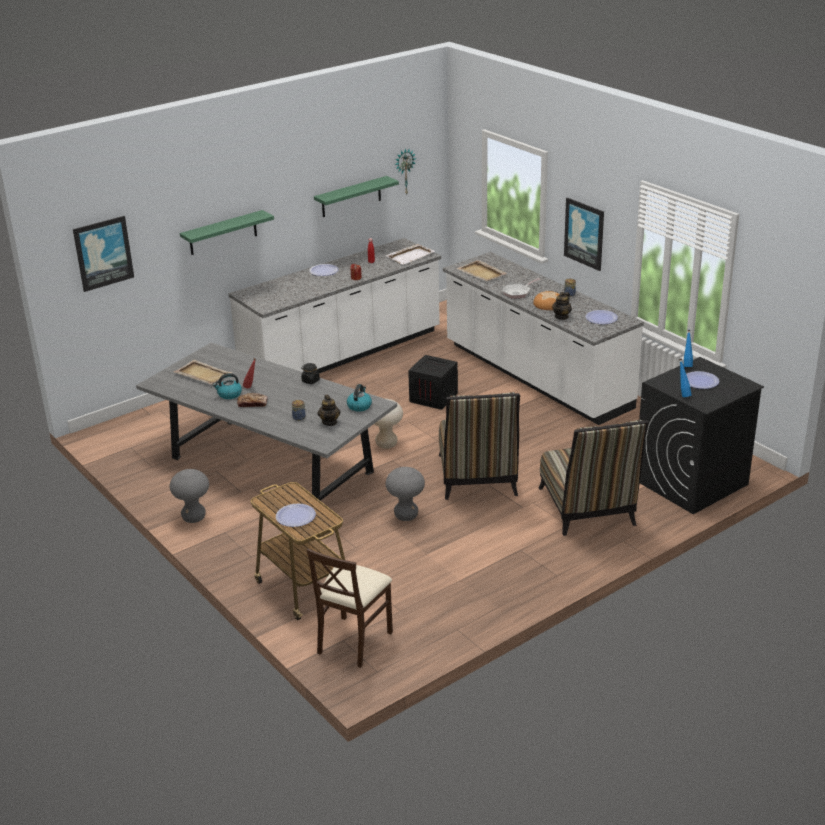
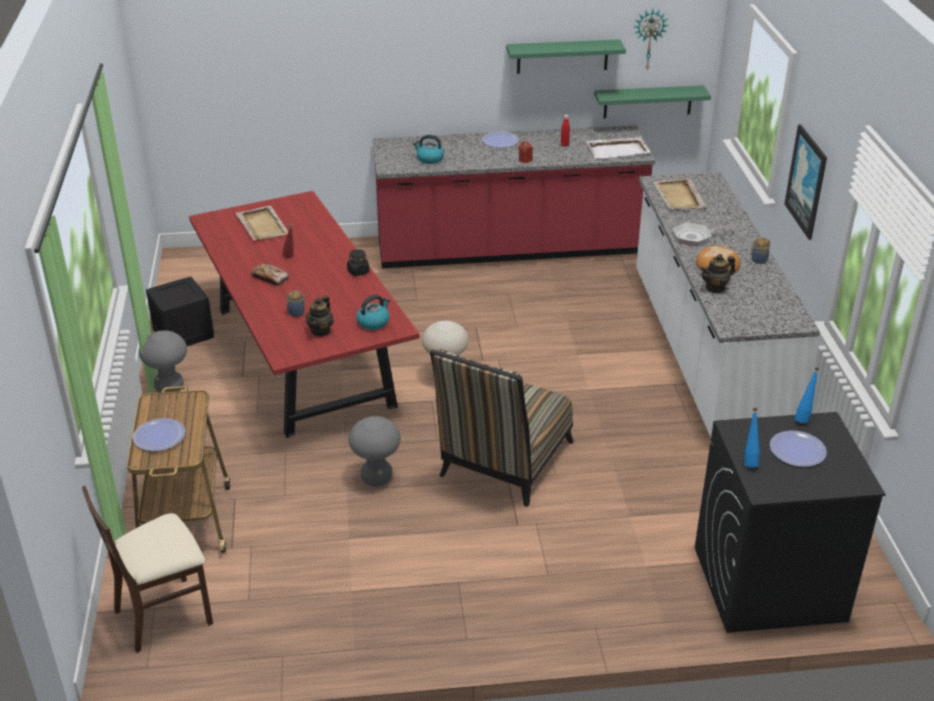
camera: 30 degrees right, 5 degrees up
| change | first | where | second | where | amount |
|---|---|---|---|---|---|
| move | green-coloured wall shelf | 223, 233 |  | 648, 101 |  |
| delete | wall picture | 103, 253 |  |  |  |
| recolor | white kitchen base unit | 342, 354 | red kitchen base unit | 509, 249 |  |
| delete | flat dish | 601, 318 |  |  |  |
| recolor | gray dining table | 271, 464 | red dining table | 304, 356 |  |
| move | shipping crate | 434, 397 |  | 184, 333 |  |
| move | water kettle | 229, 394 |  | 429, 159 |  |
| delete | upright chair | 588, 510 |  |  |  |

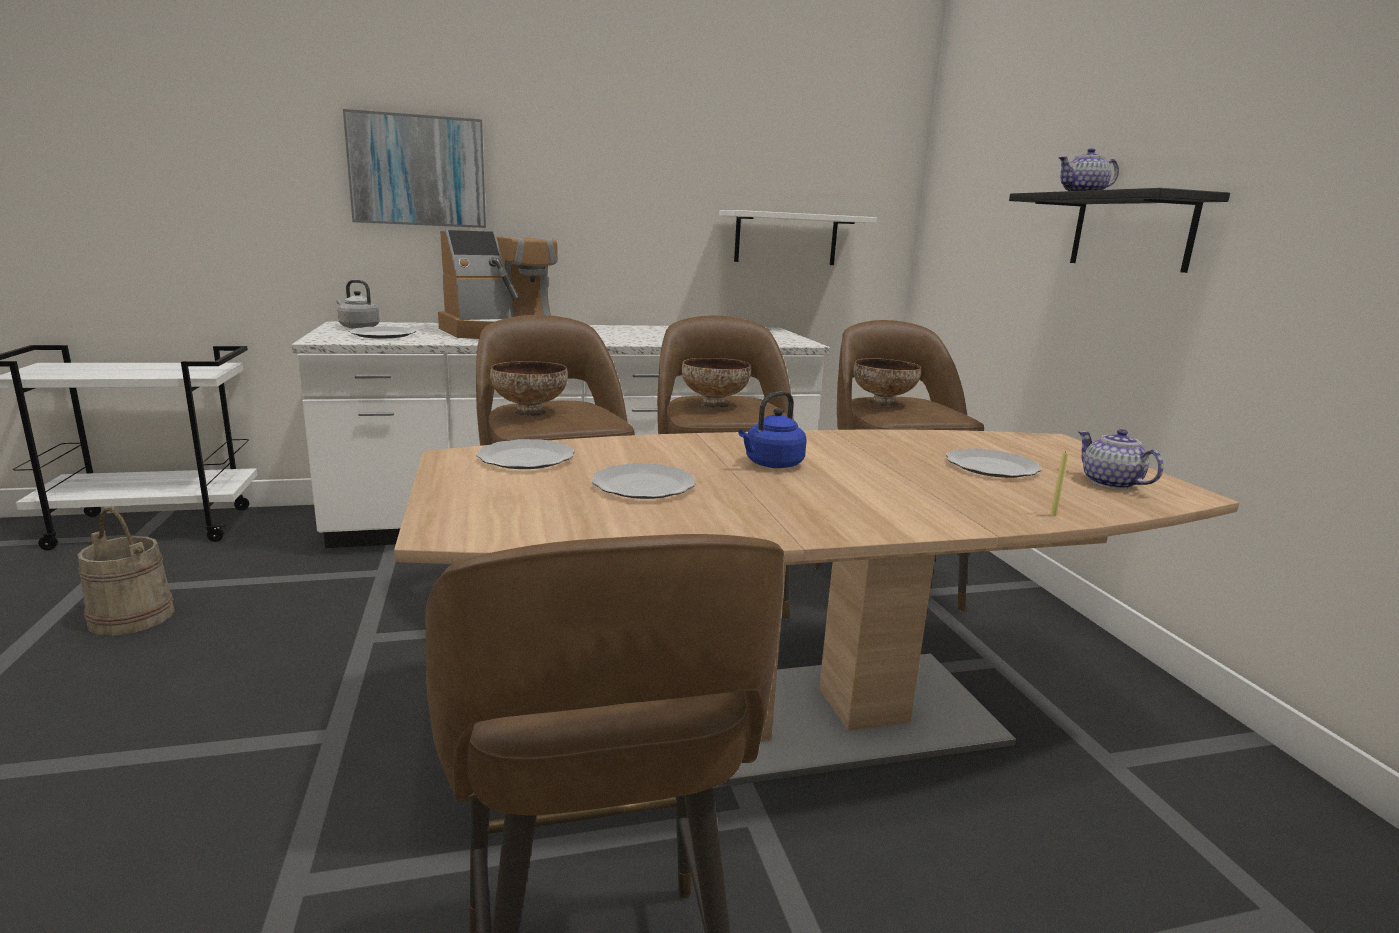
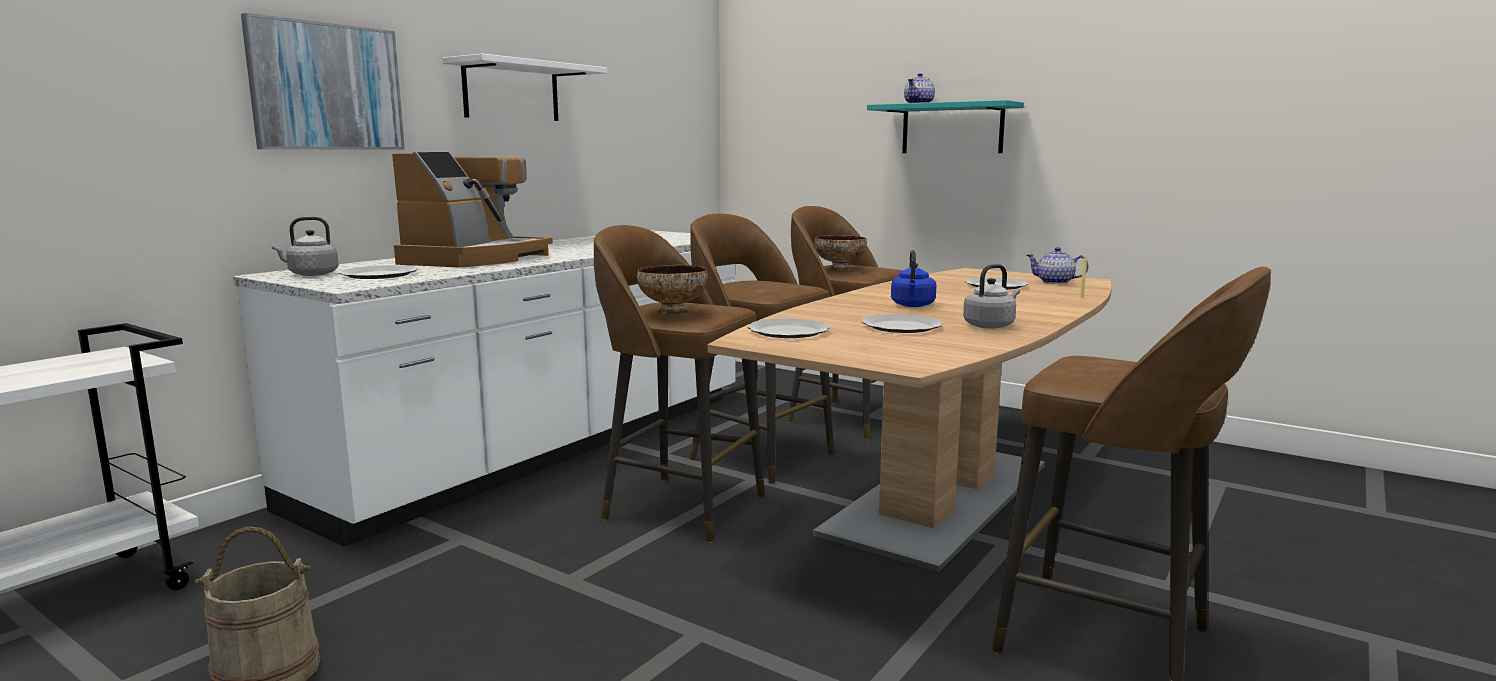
camera: 40 degrees left, 5 degrees down
| change | first | where | second | where | amount |
|---|---|---|---|---|---|
| recolor | blackish wall shelf | 1131, 231 | blue-green wall shelf | 952, 129 |  |
| move | white wall shelf | 786, 238 |  | 511, 91 |  |
| delete | bowl | 714, 405 |  |  |  |
| insert |  |  | gray water kettle | 990, 325 |  |

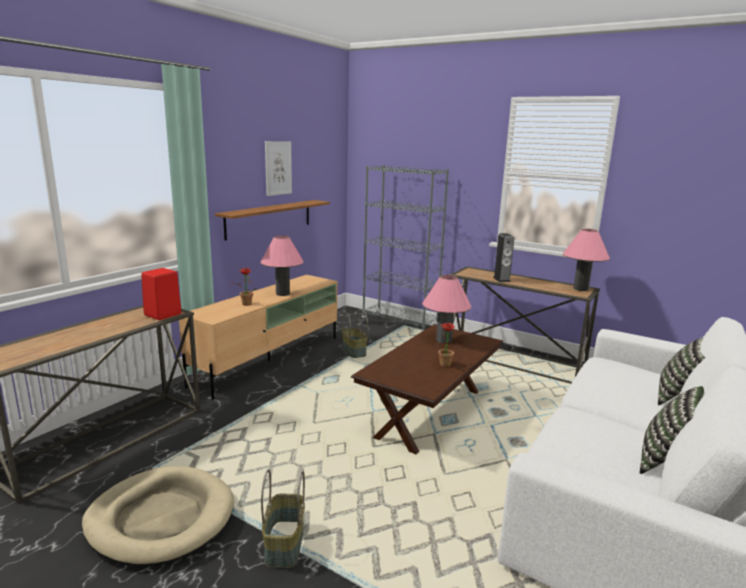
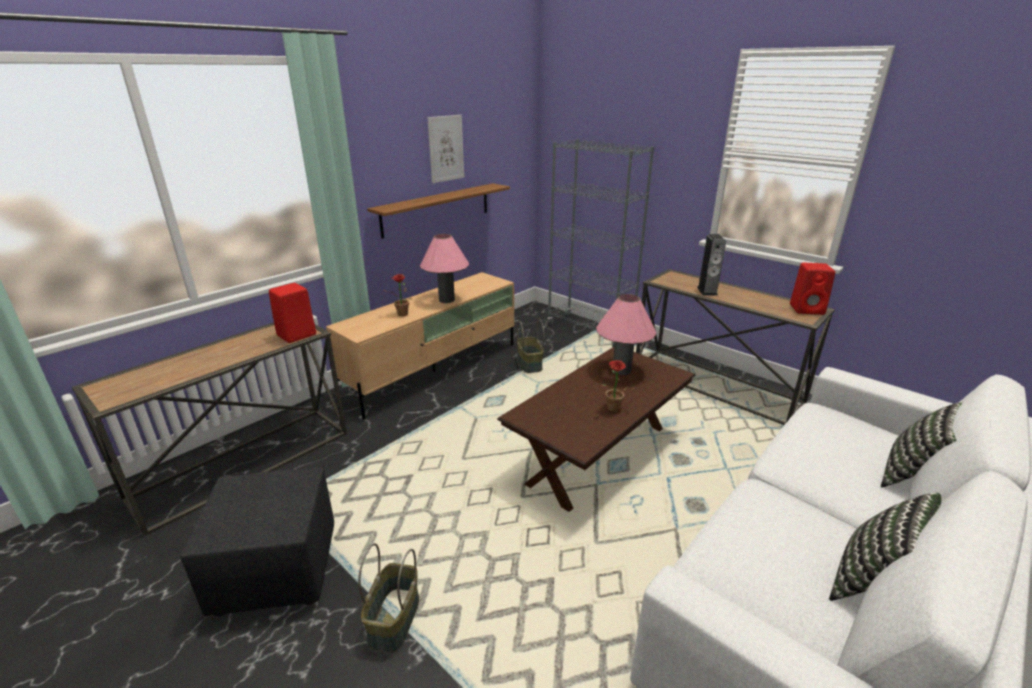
camera: 10 degrees right, 10 degrees up
| change | first | where | second | where | amount |
|---|---|---|---|---|---|
| replace | pink lamp for a table | 580, 289 | red audio speaker | 807, 309 |  |
| replace | beige dog cushion | 161, 519 | blackish pouffe | 275, 570 |  |

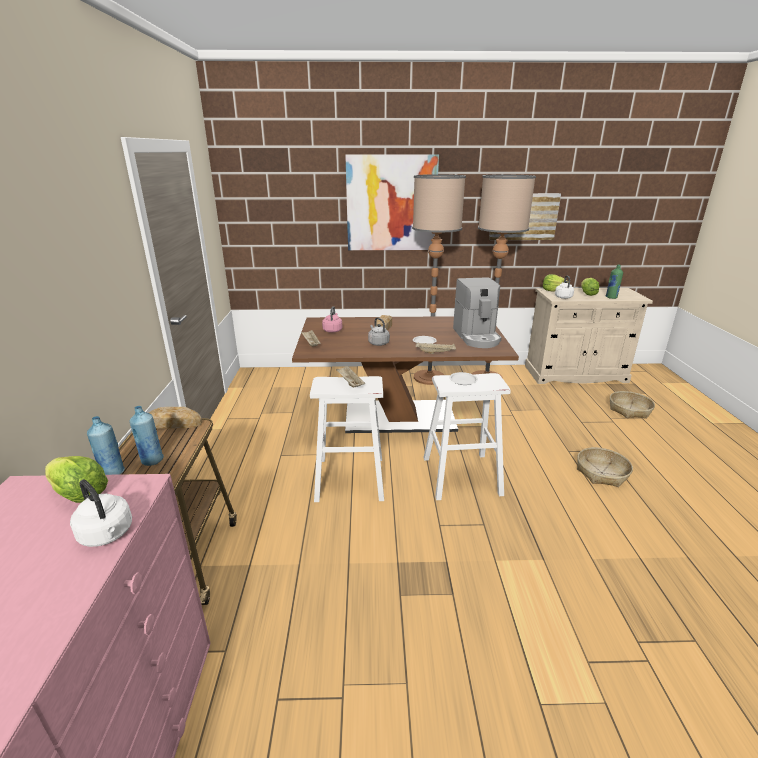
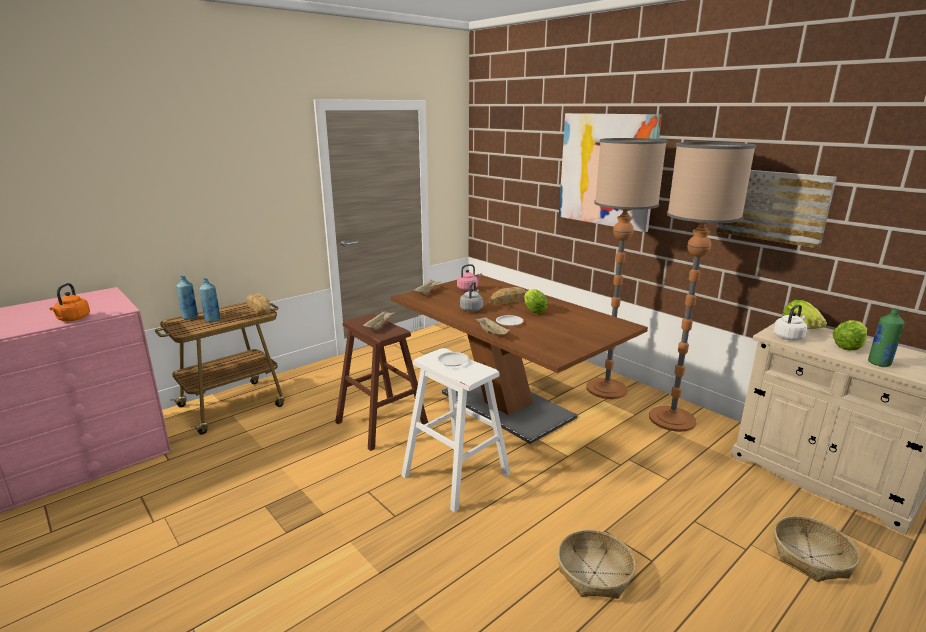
camera: 50 degrees right, 5 degrees down
| change | first | where | second | where | amount |
|---|---|---|---|---|---|
| delete | coffee machine | 477, 337 |  |  |  |
| recolor | white stool seat | 350, 479 | brown stool seat | 381, 423 |  |
| move | lettuce head | 79, 494 |  | 533, 310 |  |
| recolor | white water kettle | 107, 535 | orangey water kettle | 72, 319 |  |

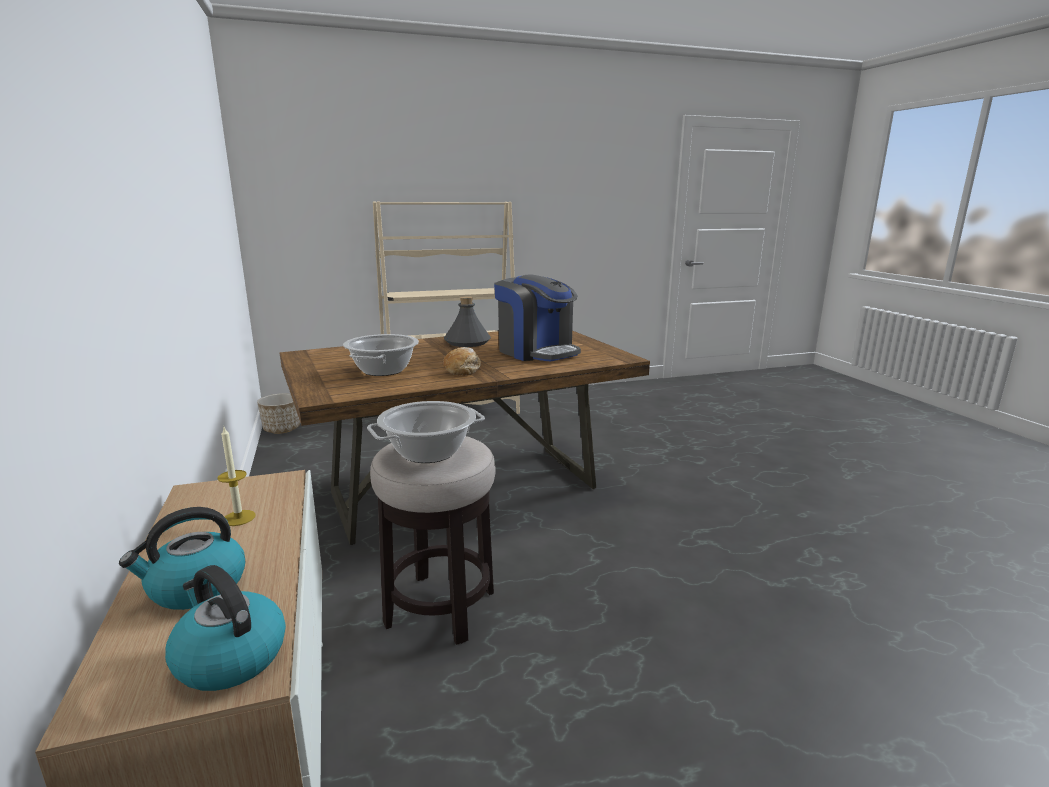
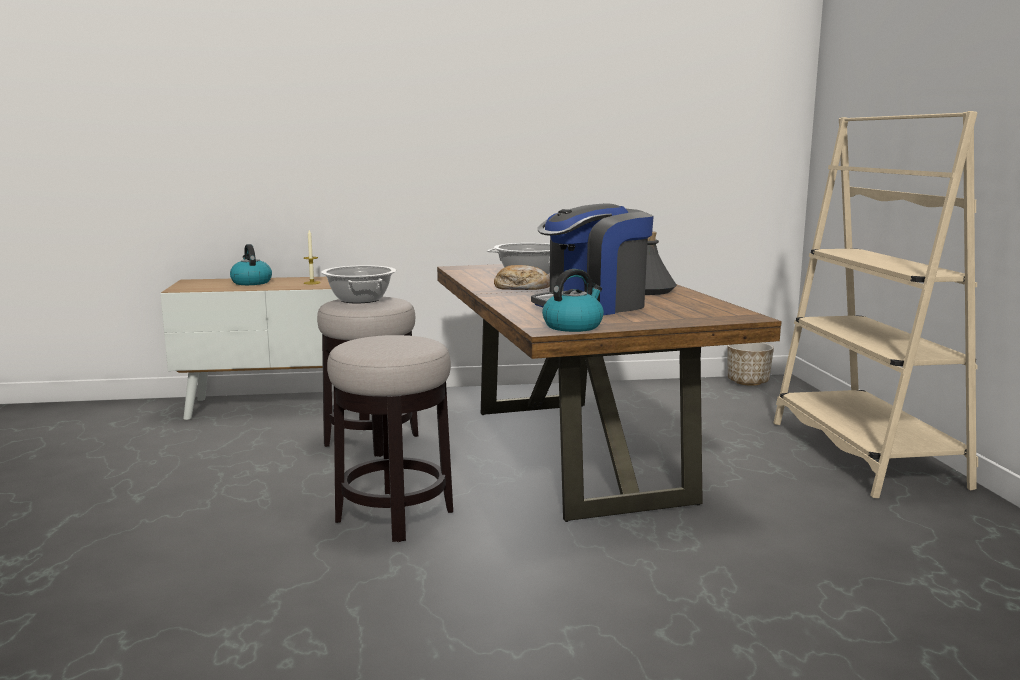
camera: 100 degrees right, 5 degrees down
| change | first | where | second | where | amount |
|---|---|---|---|---|---|
| move | water kettle | 229, 657 |  | 573, 326 |  |
| insert |  |  | stool seat | 394, 515 |  |

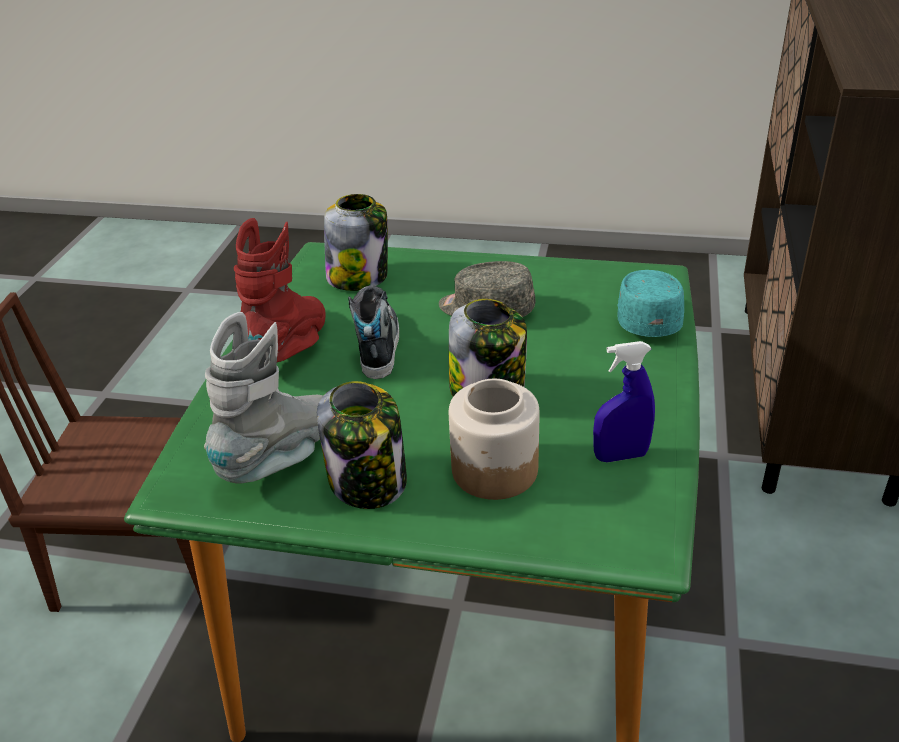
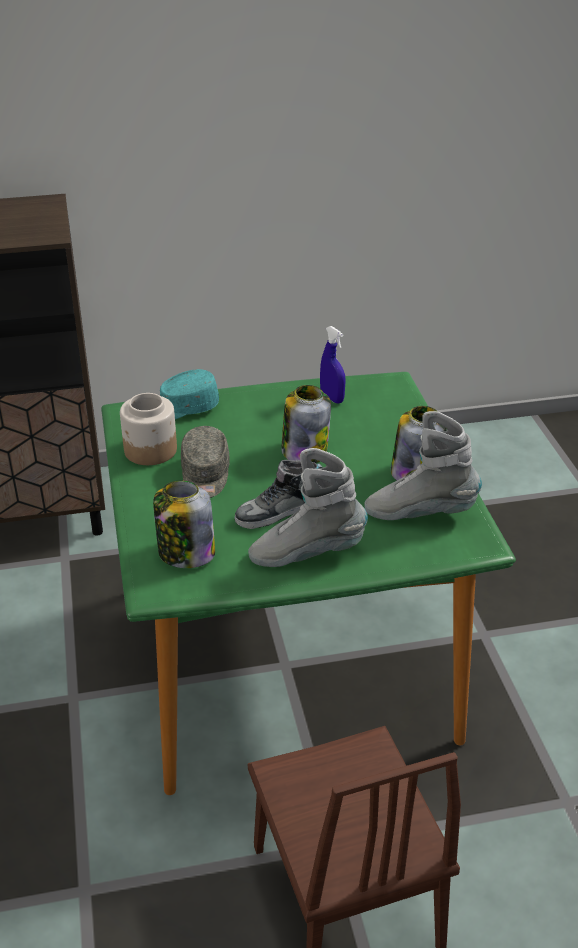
camera: 115 degrees left, 0 degrees up
| change | first | where | second | where | amount |
|---|---|---|---|---|---|
| recolor | red high-top boot | 291, 348 | gray high-top boot | 307, 553 |  |
| move | jar | 493, 469 |  | 150, 451 |  |

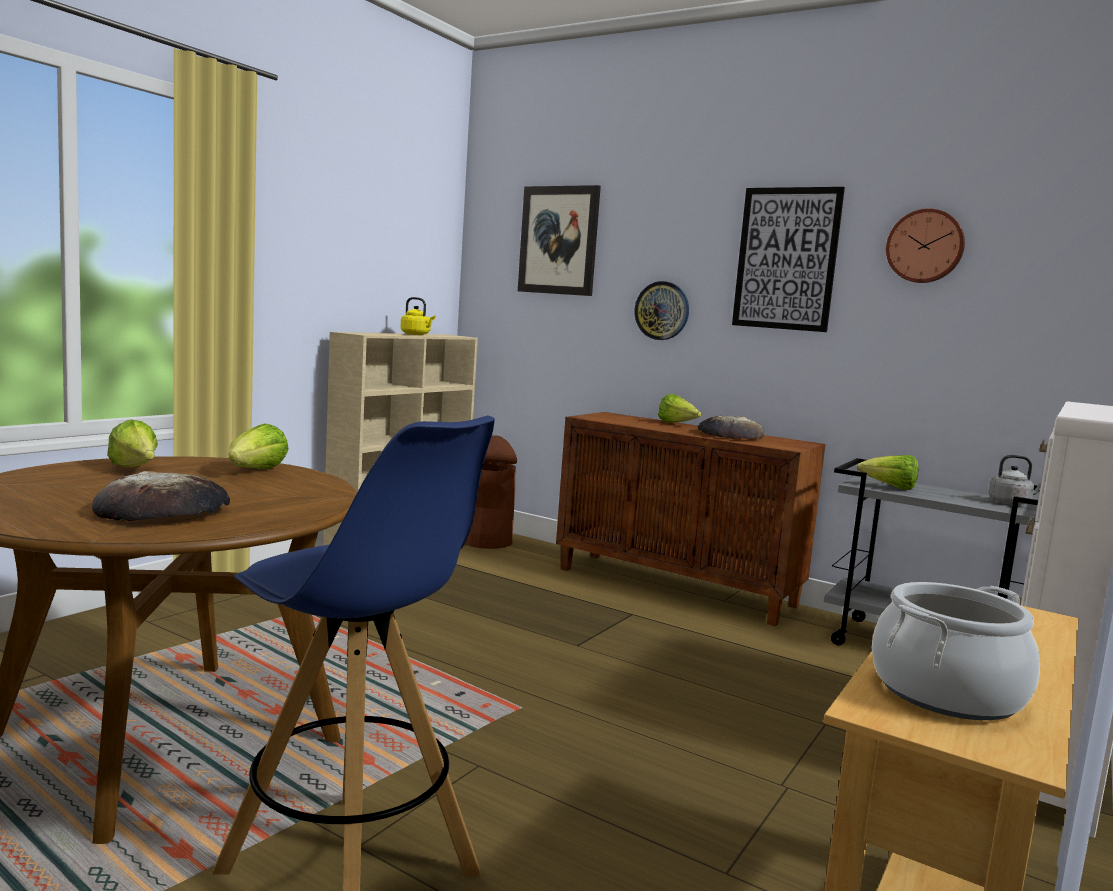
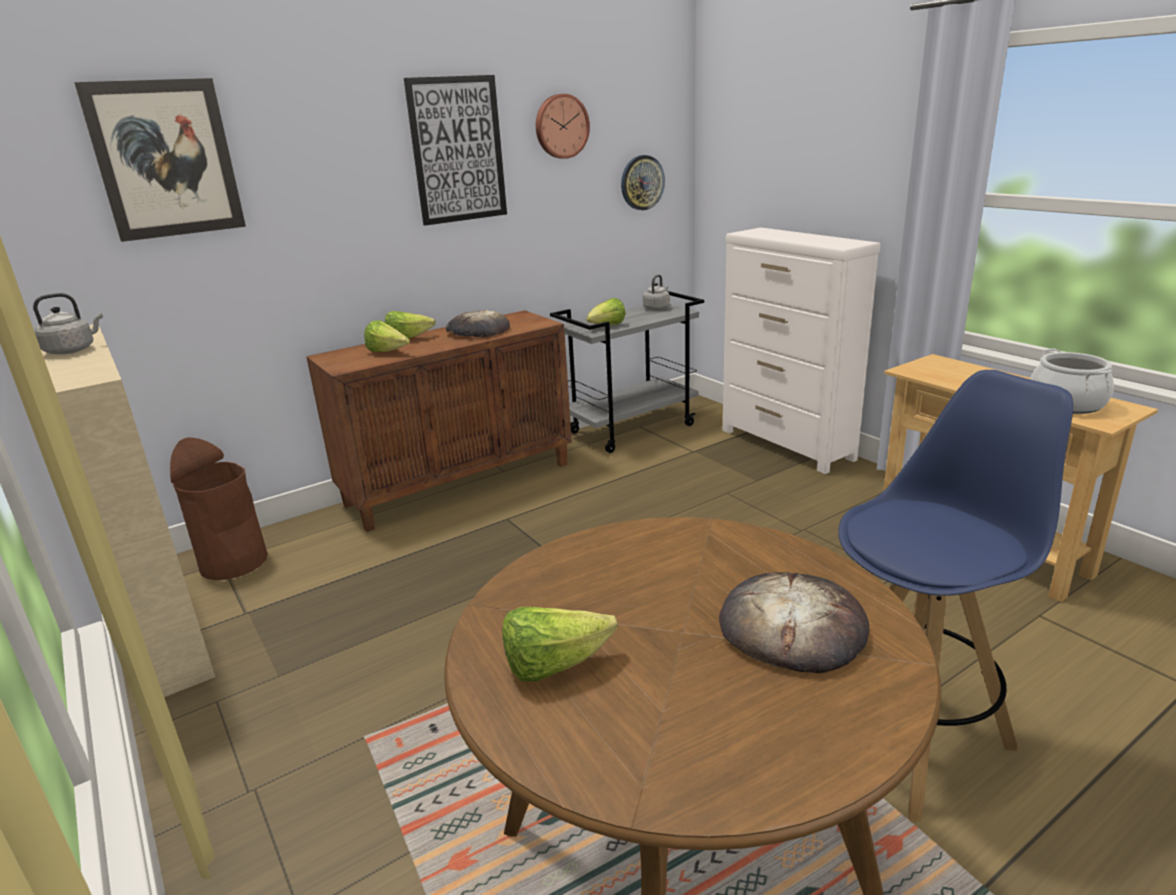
camera: 65 degrees left, 15 degrees up
| change | first | where | second | where | amount |
|---|---|---|---|---|---|
| move | clock on the wall | 662, 310 |  | 642, 182 |  |
| recolor | yellowish water kettle | 416, 334 | gray water kettle | 73, 350 |  |
| move | lettuce head | 256, 471 |  | 388, 352 |  |

